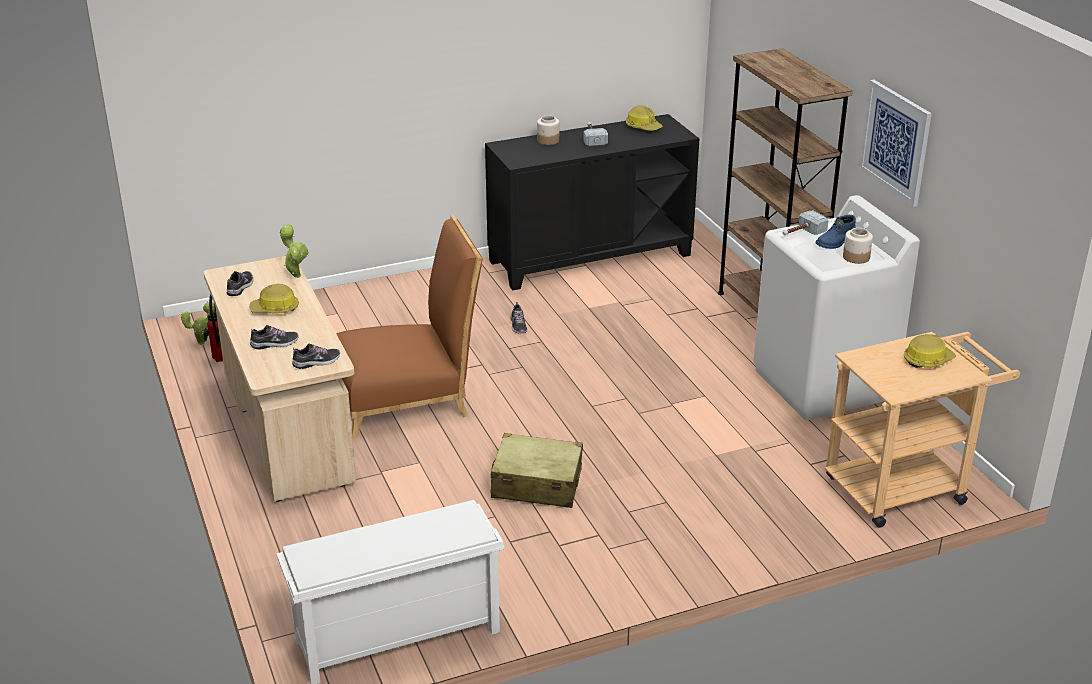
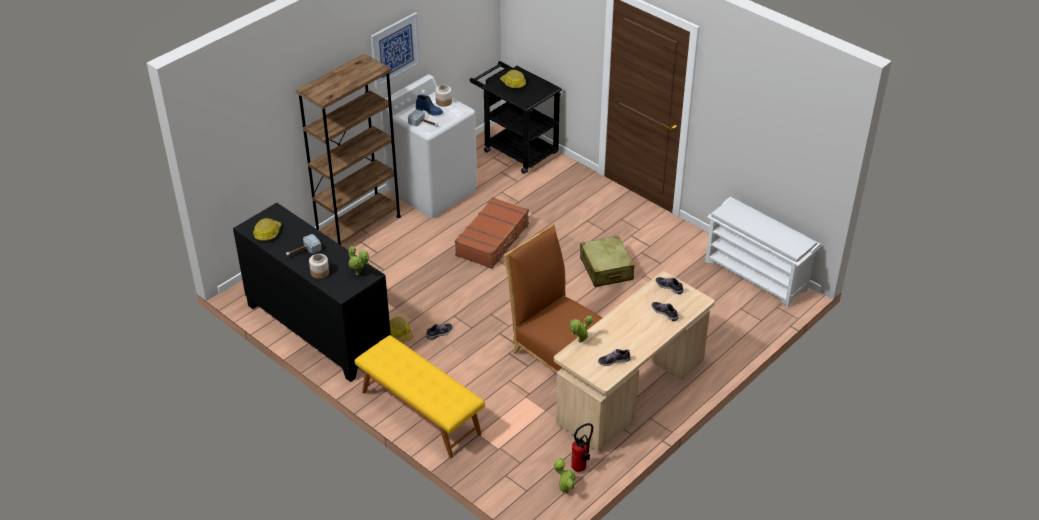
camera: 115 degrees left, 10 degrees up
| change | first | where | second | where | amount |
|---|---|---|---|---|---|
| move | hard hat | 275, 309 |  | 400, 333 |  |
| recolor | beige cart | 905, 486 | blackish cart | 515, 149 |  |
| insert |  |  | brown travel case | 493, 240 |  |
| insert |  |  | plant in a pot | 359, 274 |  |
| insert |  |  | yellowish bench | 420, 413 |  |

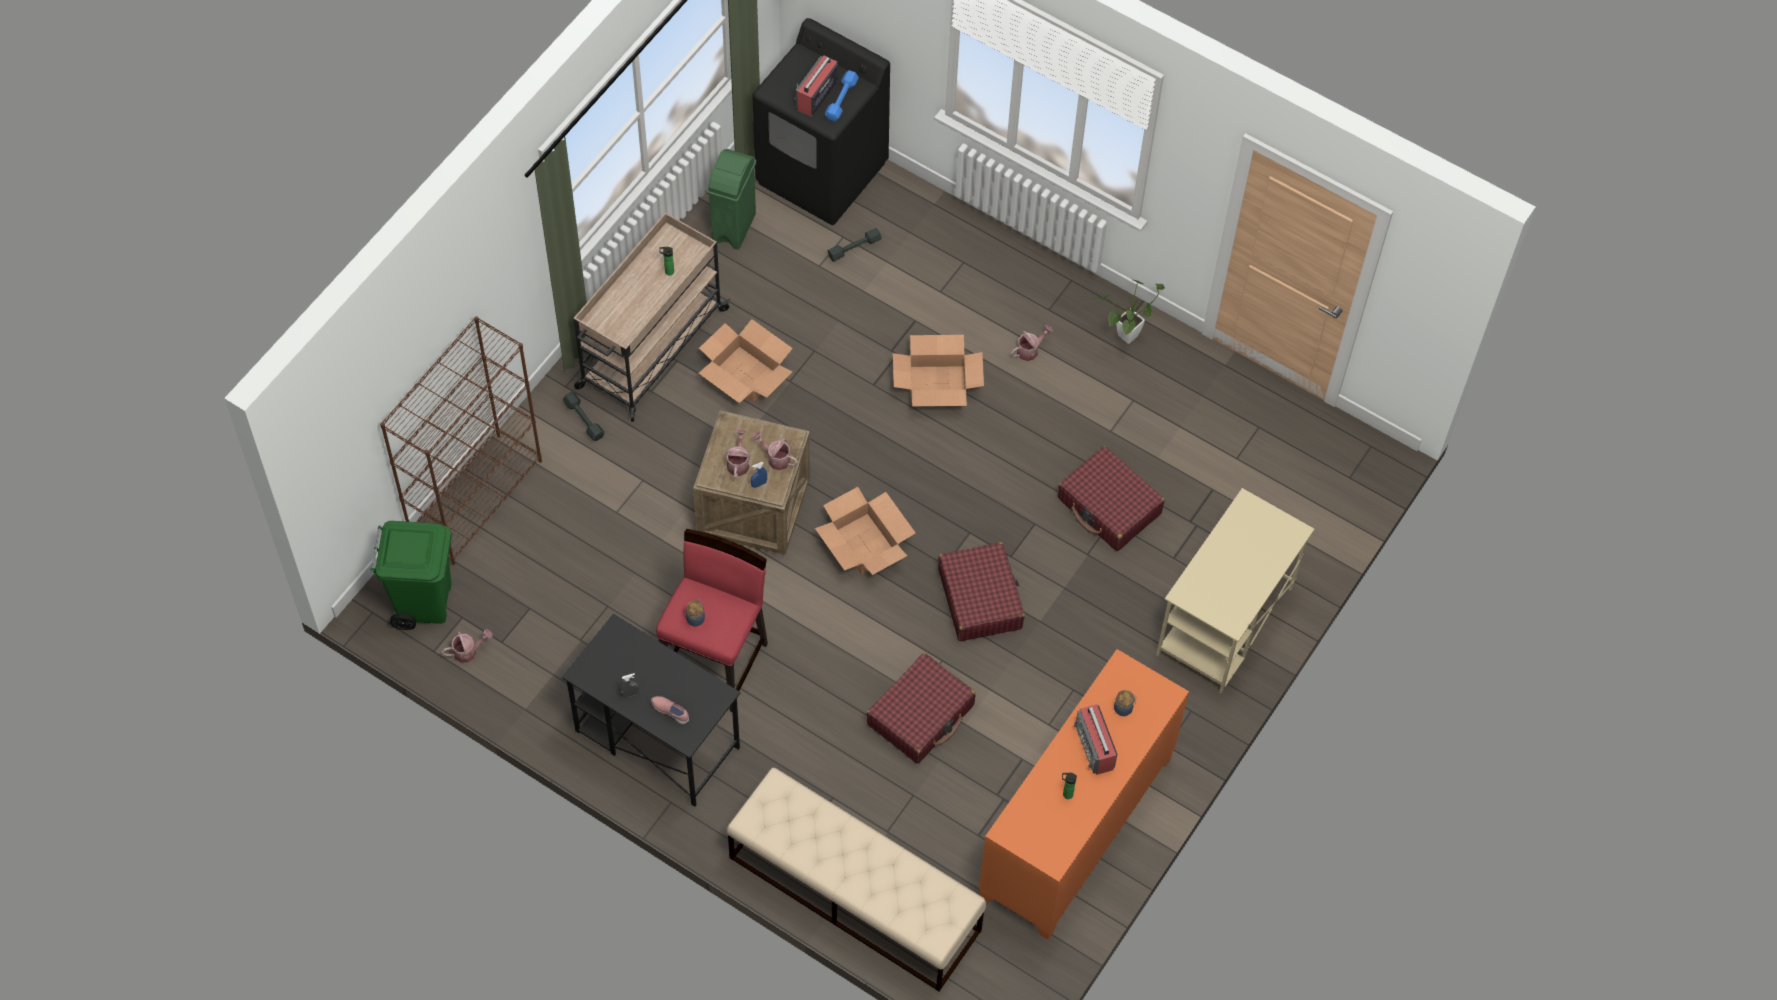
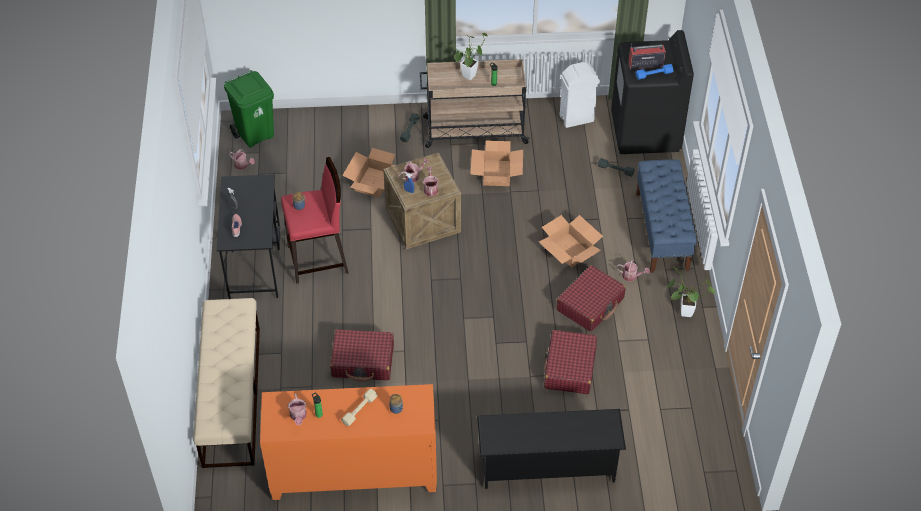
camera: 55 degrees right, 10 degrees down
| change | first | where | second | where | amount |
|---|---|---|---|---|---|
| recolor | green-coloured trash can | 734, 227 | white trash can | 577, 119 |  |
| delete | brown bookcase | 476, 498 |  |  |  |
| move | cardboard box | 864, 544 |  | 373, 182 |  |
| replace | beige desk | 1224, 622 | blackish shoe rack | 547, 466 |  |
| move | red travel case | 980, 598 |  | 590, 304 |  |
| replace | radio receiver | 1095, 747 | beige free weight | 359, 410 |  |
| insert |  |  | plant in a pot | 467, 77 |  |
| insert |  |  | blue bench | 662, 231 |  |
| insert |  |  | watering pot | 298, 416 |  |

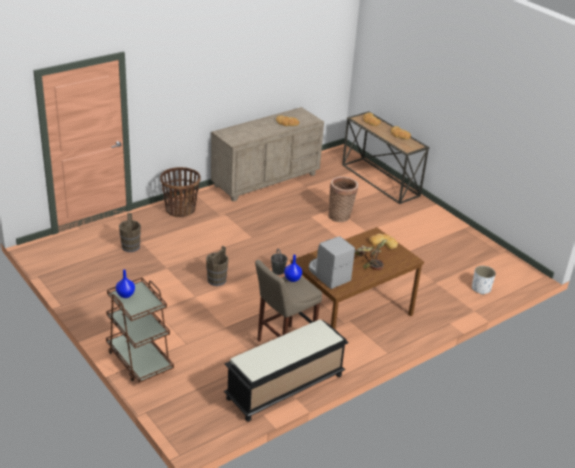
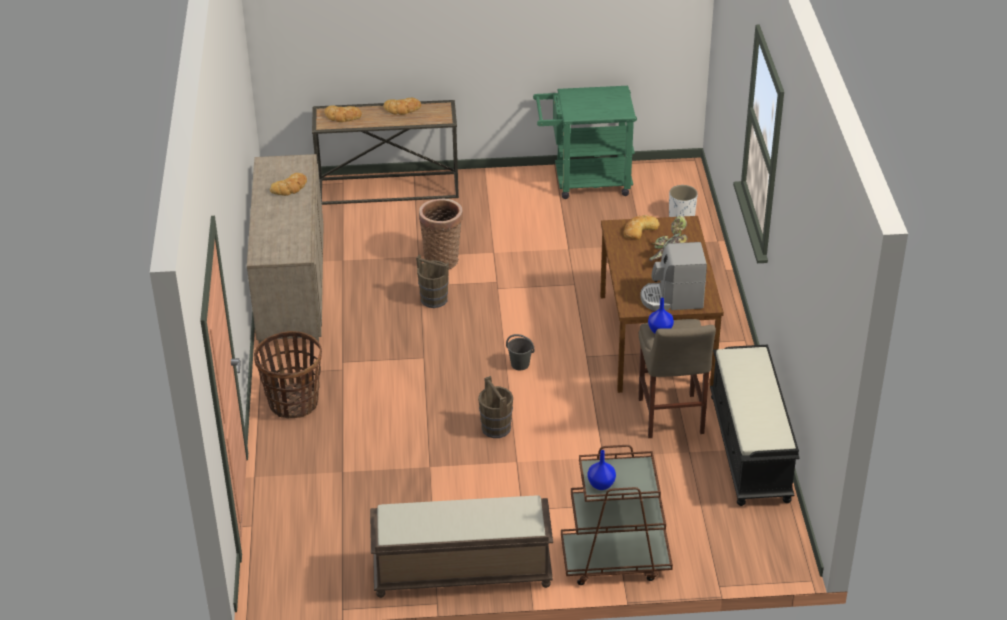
camera: 55 degrees left, 5 degrees up
| change | first | where | second | where | amount |
|---|---|---|---|---|---|
| move | brown water bucket | 130, 246 |  | 434, 299 |  |
| insert |  |  | green-coloured cart | 584, 181 |  |
| insert |  |  | brown bench | 461, 573 |  |

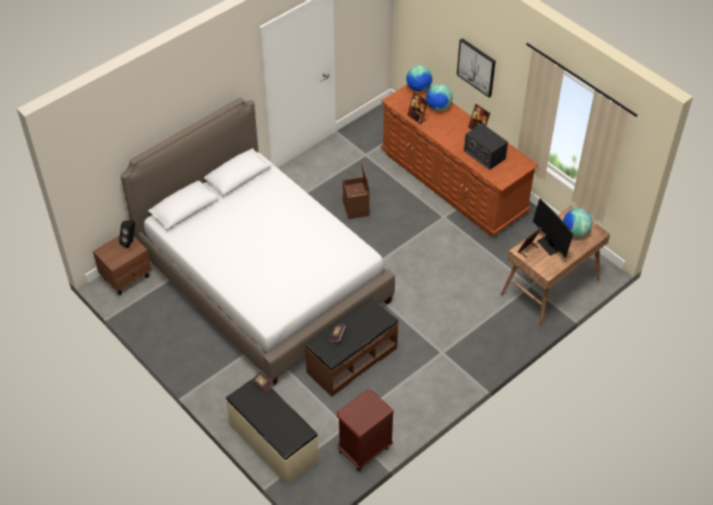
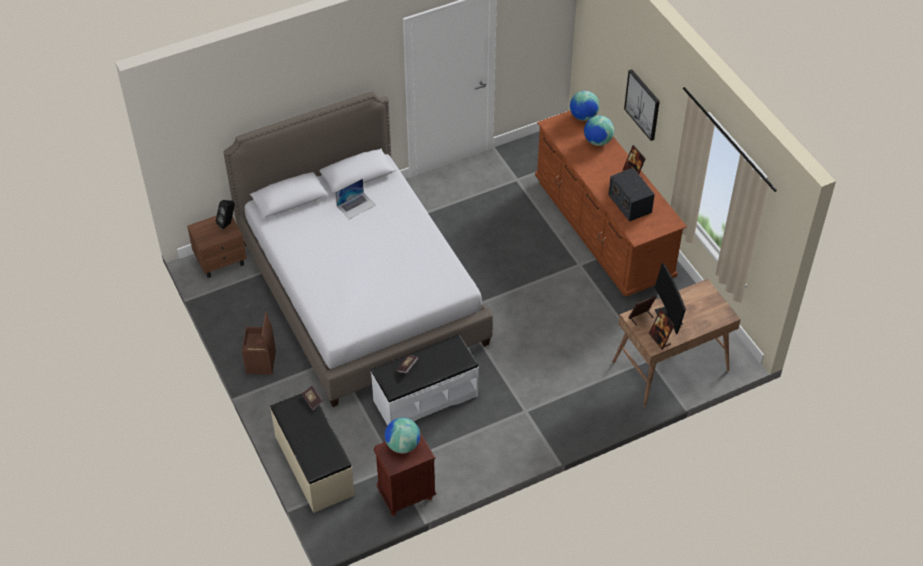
camera: 15 degrees right, 0 degrees up
| change | first | where | second | where | amount |
|---|---|---|---|---|---|
| move | picture frame | 417, 118 |  | 660, 339 |  |
| move | brown storage container | 356, 209 |  | 261, 363 |  |
| move | world globe | 575, 232 |  | 402, 445 |  |
| recolor | brown bench | 351, 360 | white bench | 425, 397 |  |
| insert |  |  | portable computer | 356, 205 |  |

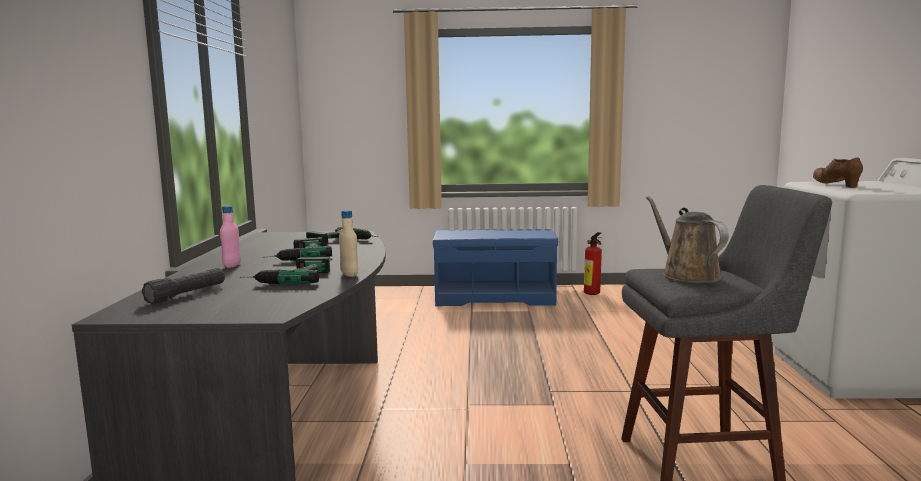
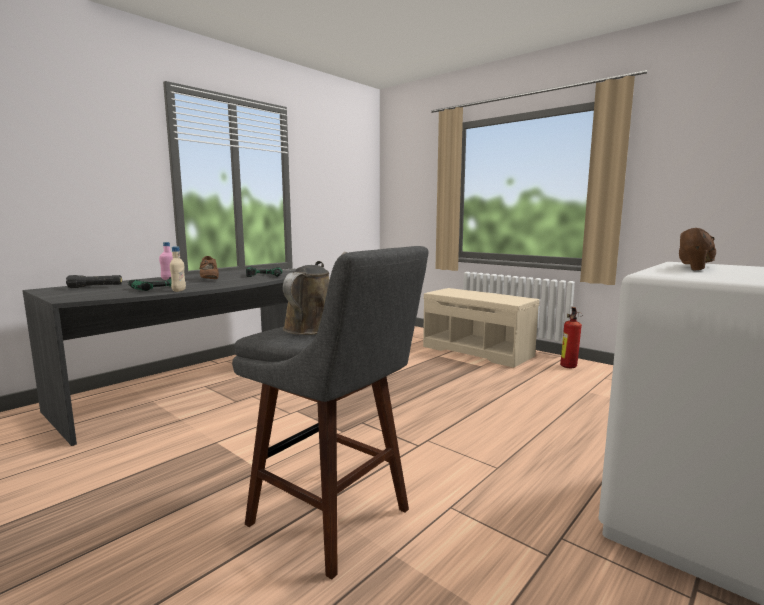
camera: 40 degrees right, 0 degrees up
| change | first | where | second | where | amount |
|---|---|---|---|---|---|
| recolor | blue bench | 495, 297 | beige bench | 478, 351 |  |
| replace | power drill | 295, 256 | brown shoe | 209, 279 |  |

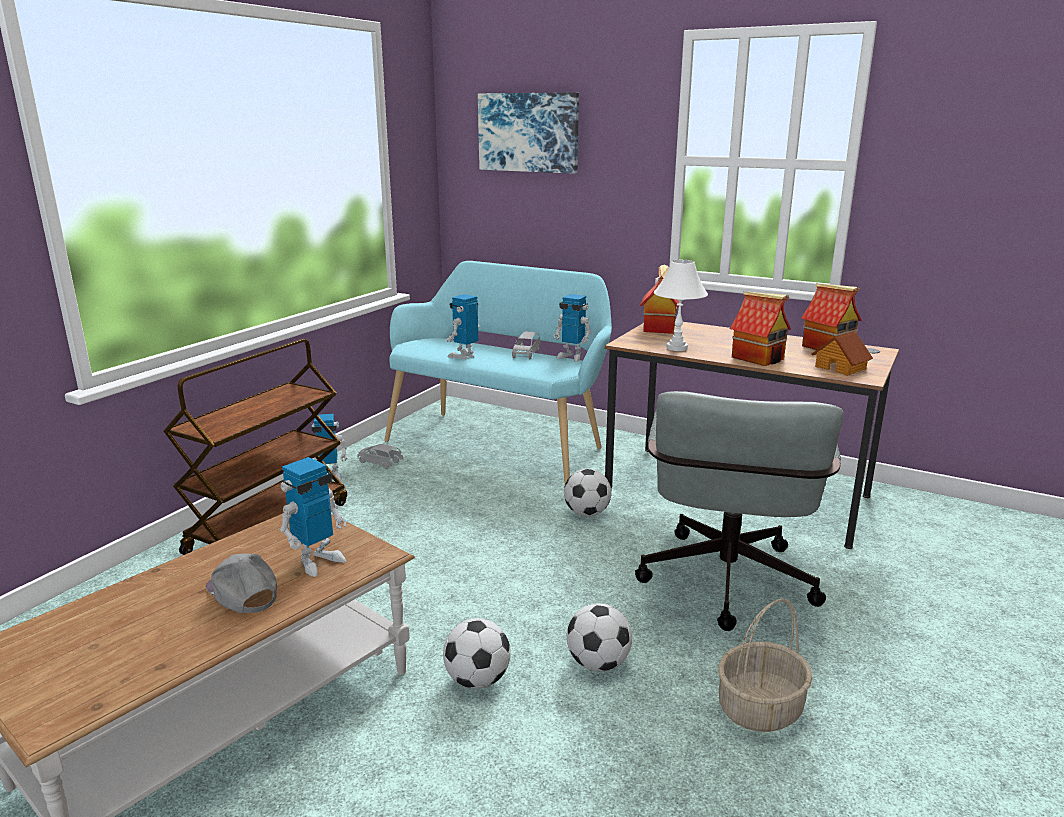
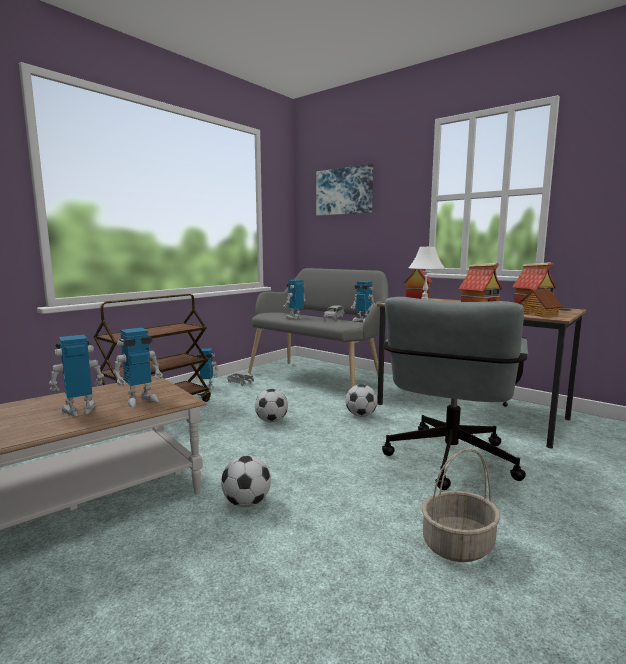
camera: 10 degrees right, 10 degrees down
| change | first | where | second | where | amount |
|---|---|---|---|---|---|
| recolor | blue-green bench | 500, 442 | gray bench | 318, 377 |  |
| replace | gray cap | 243, 592 | model robot | 80, 411 |  |
| move | football ball | 598, 663 |  | 271, 421 |  |

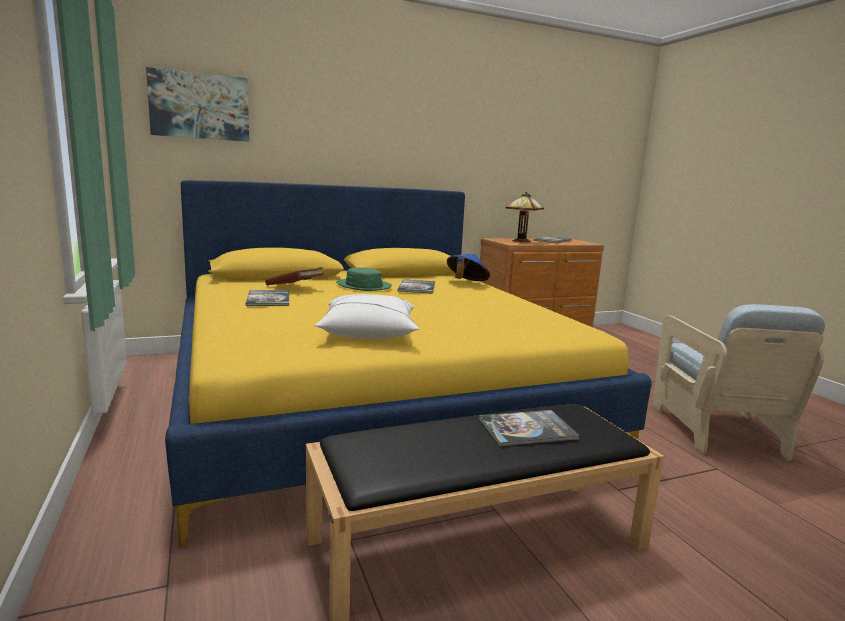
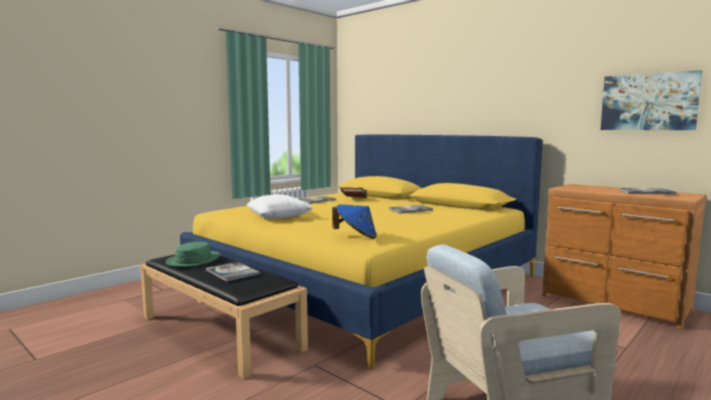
camera: 65 degrees right, 5 degrees down
| change | first | where | second | where | amount |
|---|---|---|---|---|---|
| move | wall picture | 200, 106 |  | 648, 102 |  |
| delete | lamp for a table | 523, 241 |  |  |  |
| move | blue hat | 466, 283 |  | 356, 237 |  |
| move | green-coloured hat | 363, 286 |  | 193, 260 |  |

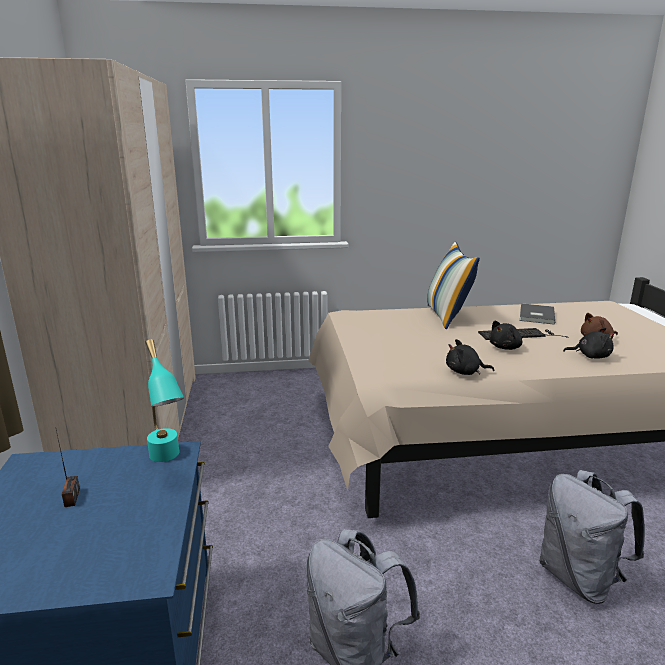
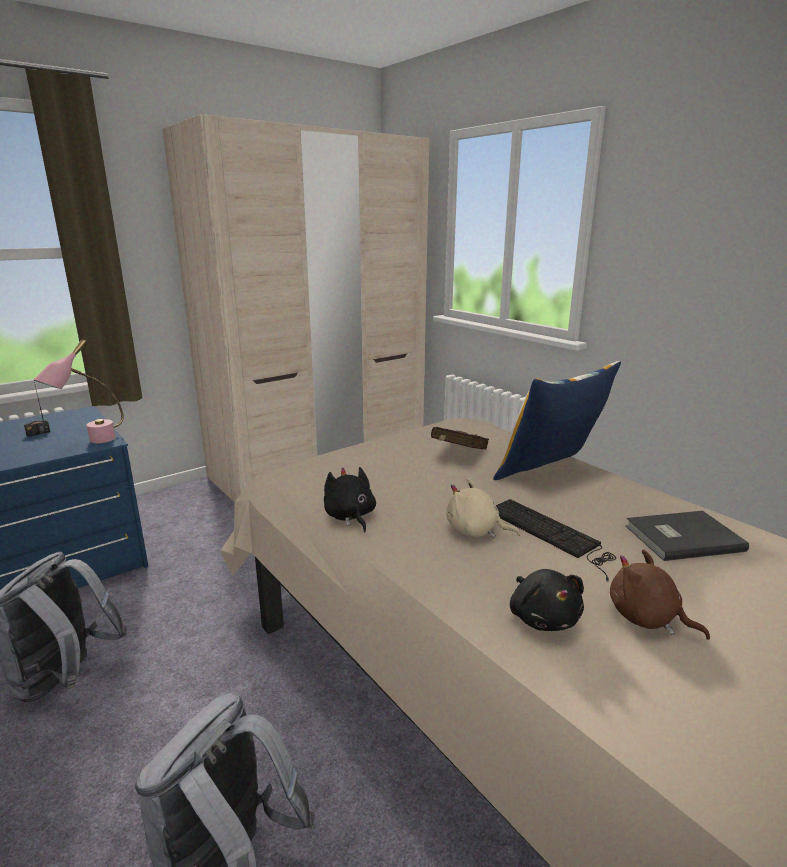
camera: 60 degrees right, 0 degrees up
| change | first | where | second | where | amount |
|---|---|---|---|---|---|
| recolor | blackish plush toy | 506, 347 | beige plush toy | 475, 531 |  |
| recolor | blue-green lamp for a table | 168, 461 | pink lamp for a table | 91, 442 |  |
| insert |  |  | red book | 457, 455 |  |

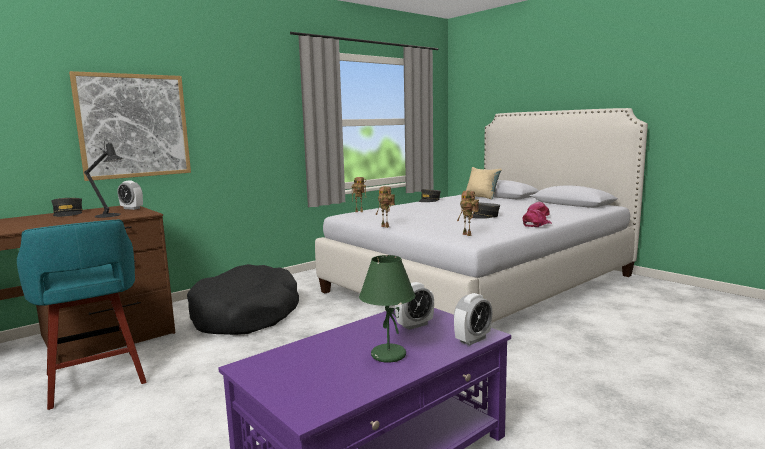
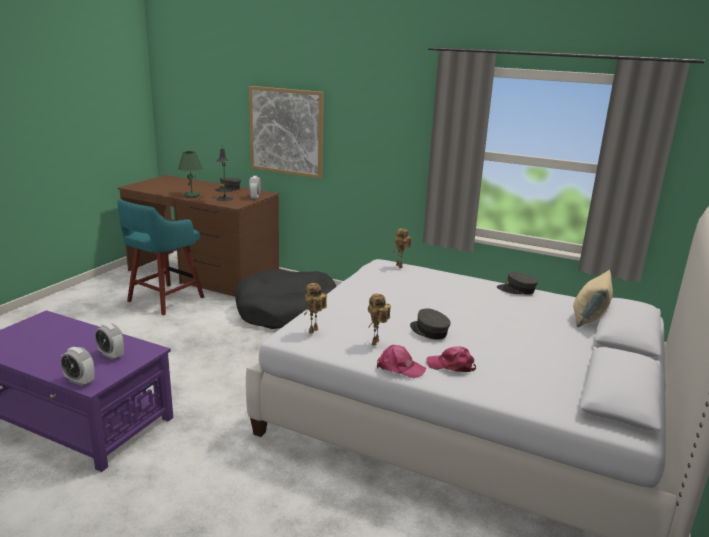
camera: 65 degrees right, 10 degrees up
| change | first | where | second | where | amount |
|---|---|---|---|---|---|
| move | model robot | 386, 226 |  | 376, 343 |  |
| move | green-coloured lamp for a table | 387, 355 |  | 191, 195 |  |

